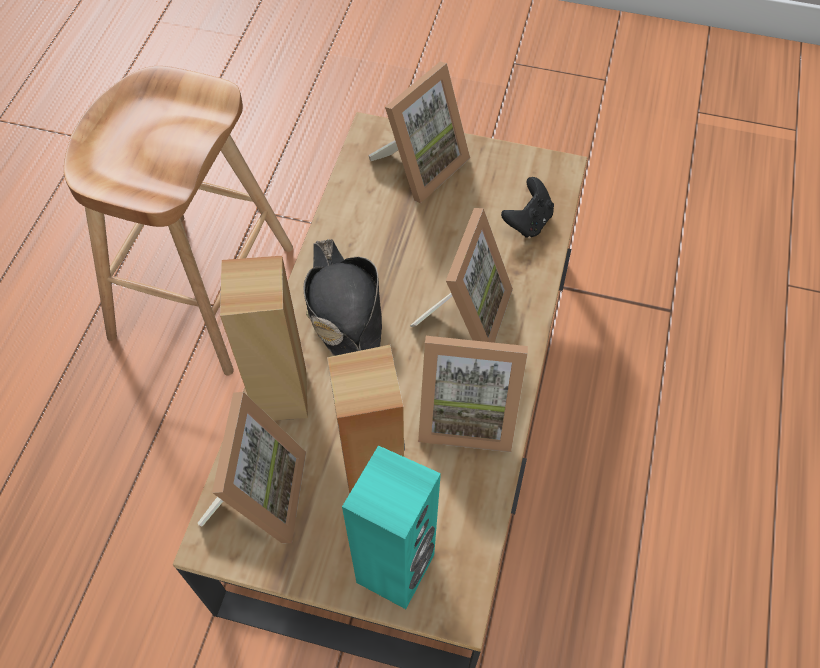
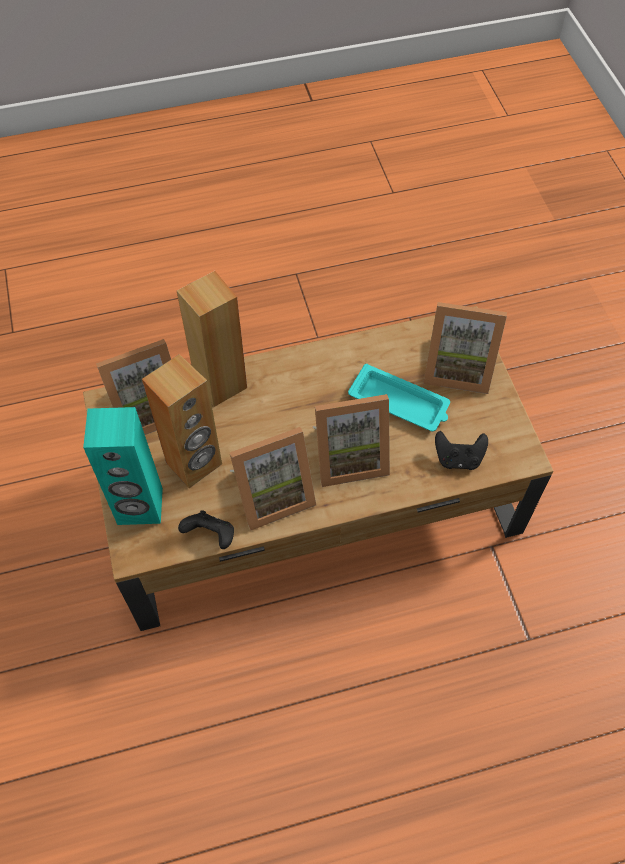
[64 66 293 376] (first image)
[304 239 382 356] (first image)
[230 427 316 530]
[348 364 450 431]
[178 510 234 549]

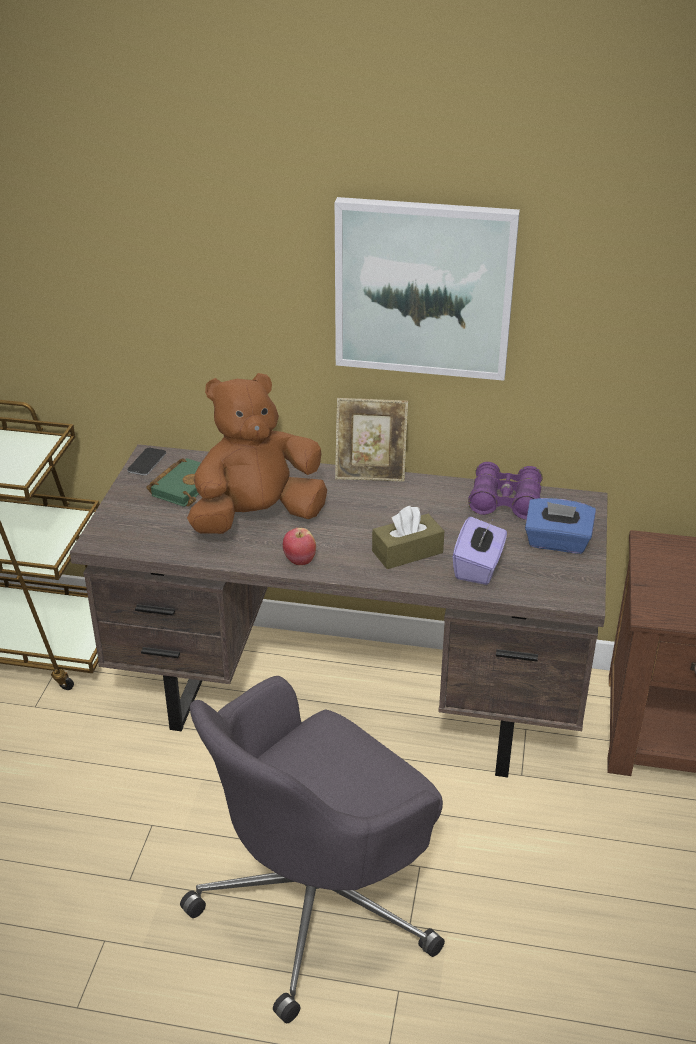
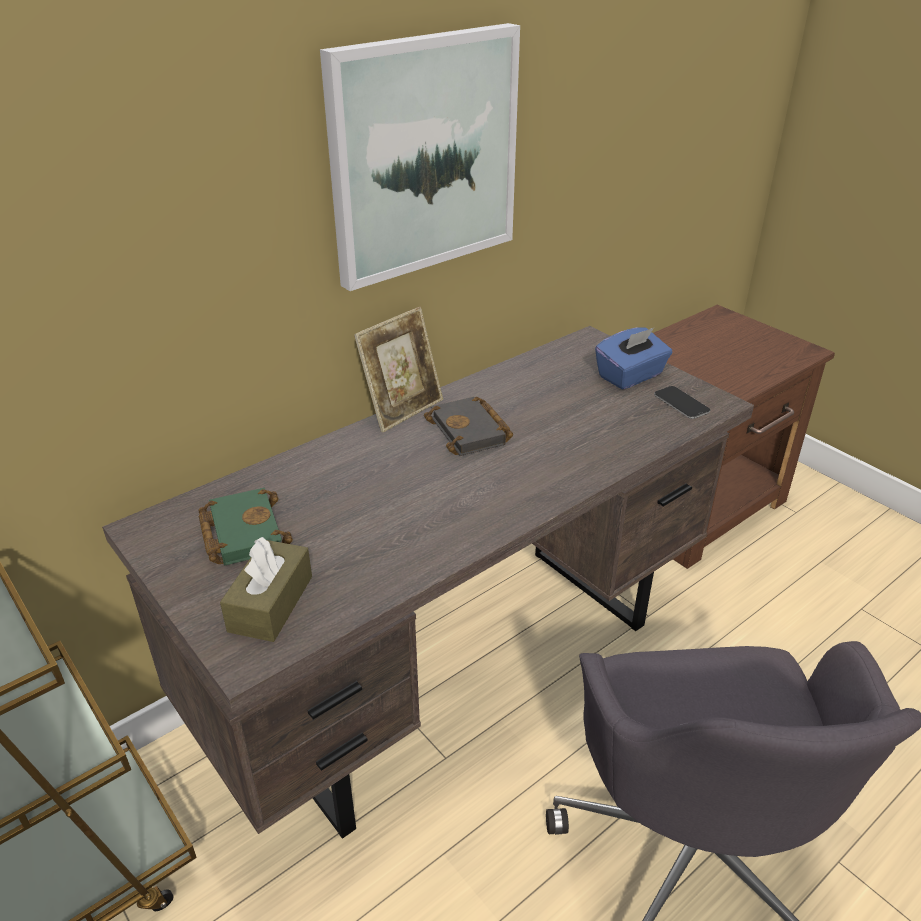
[187 373 327 534] (first image)
[654 386 710 419]
[468 462 543 520] (first image)
[220 537 312 642]
[453 517 507 585] (first image)
[283 528 316 565] (first image)
[424 397 513 456]

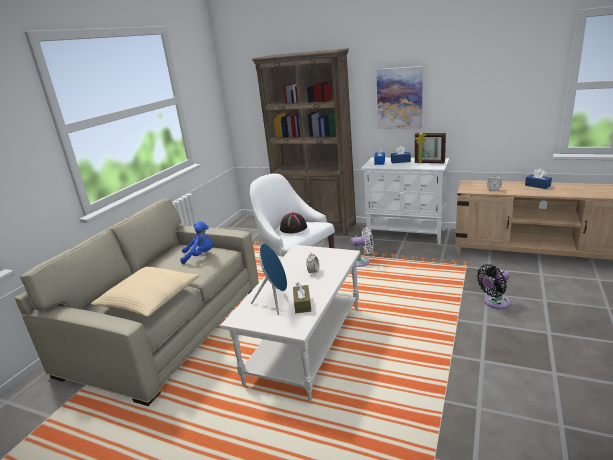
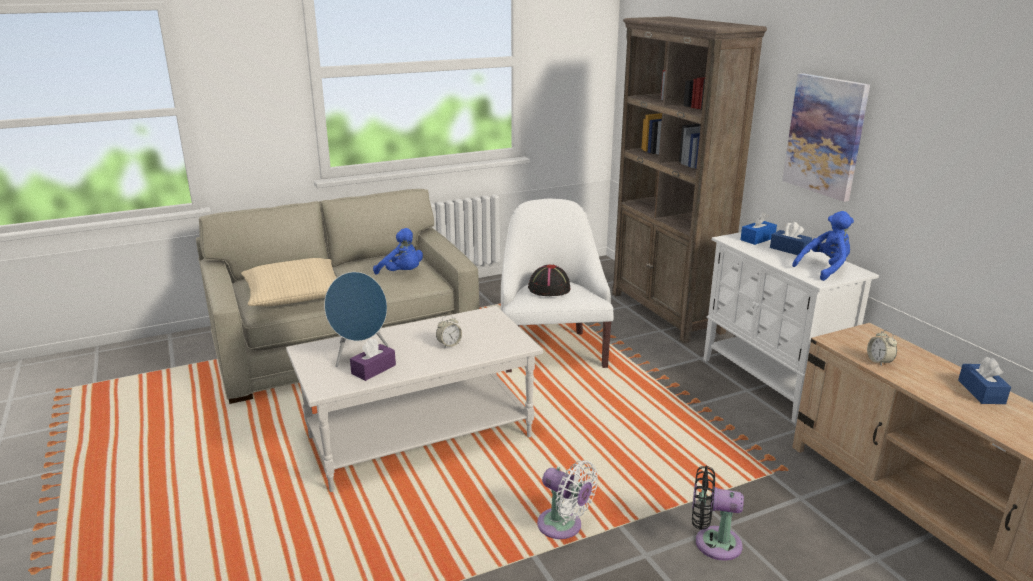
[792 211 854 281]
[537 460 598 539]
[350 338 396 381]

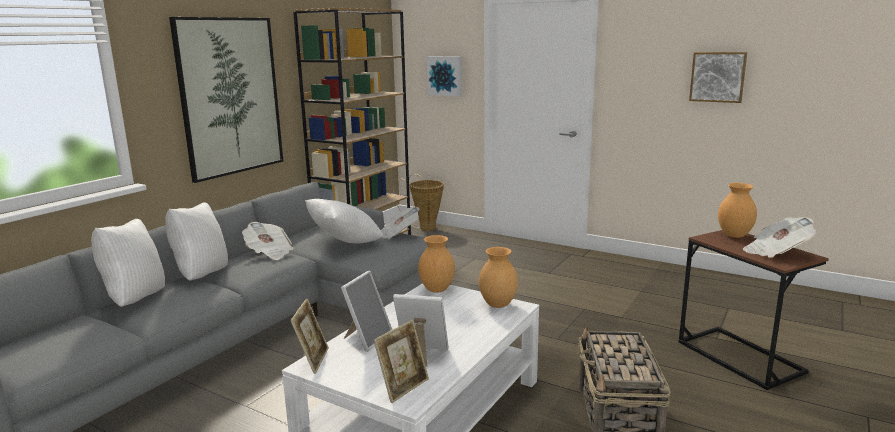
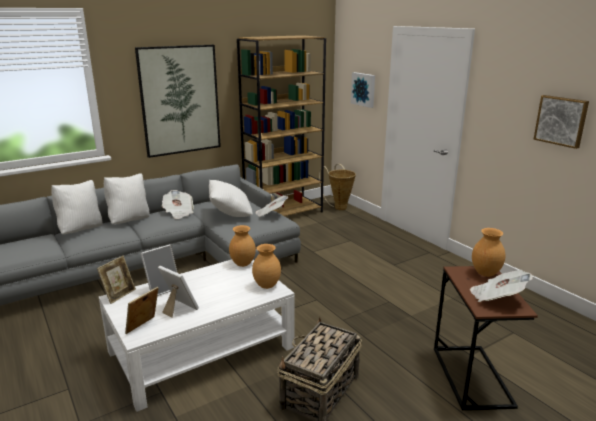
[125 287 159 334]

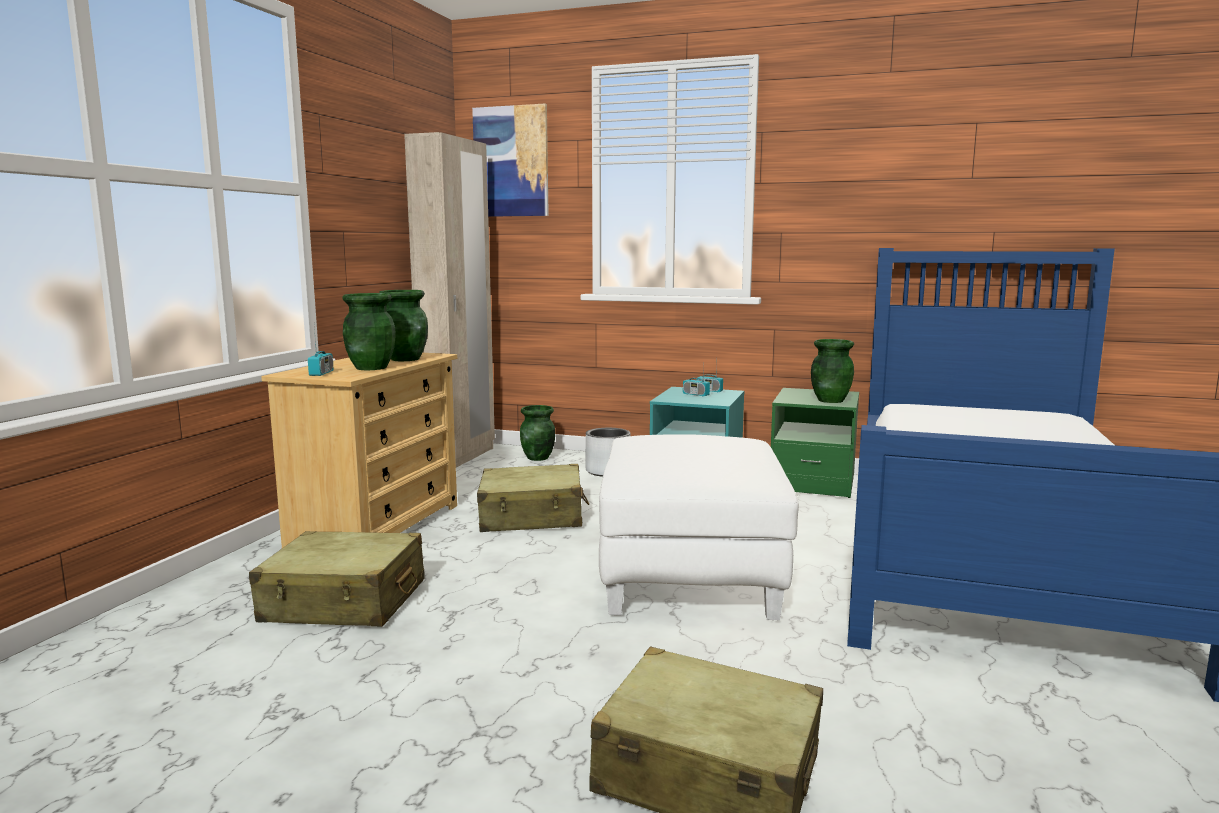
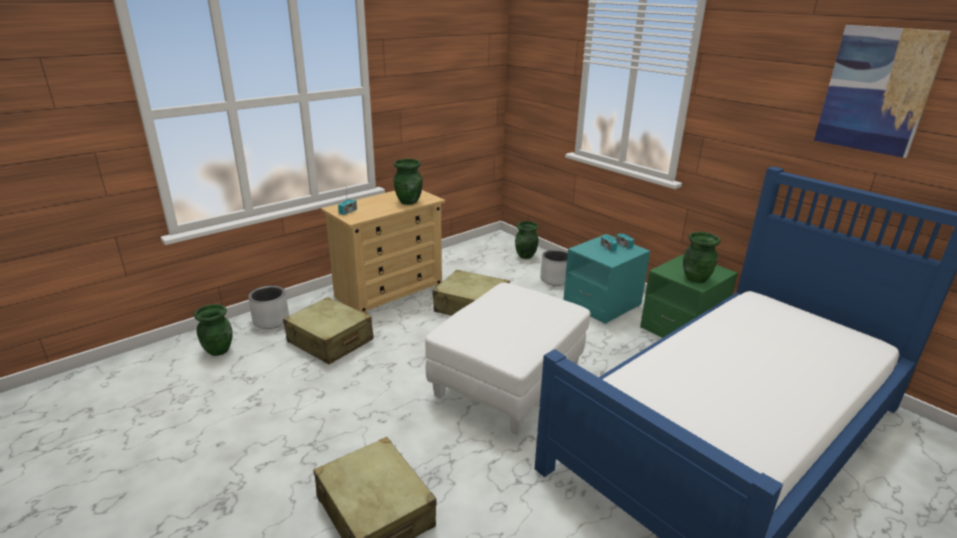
[814 25 951 158]
[404 132 495 468] (first image)
[194 304 232 356]
[248 286 289 329]

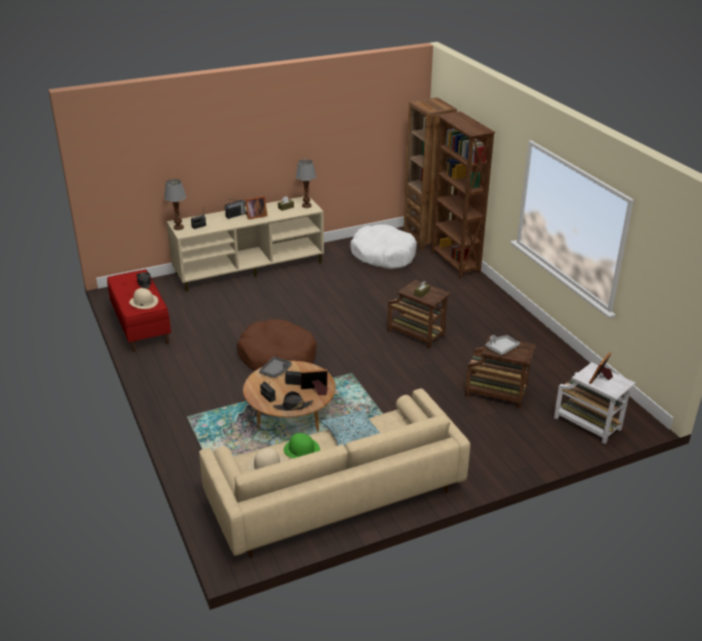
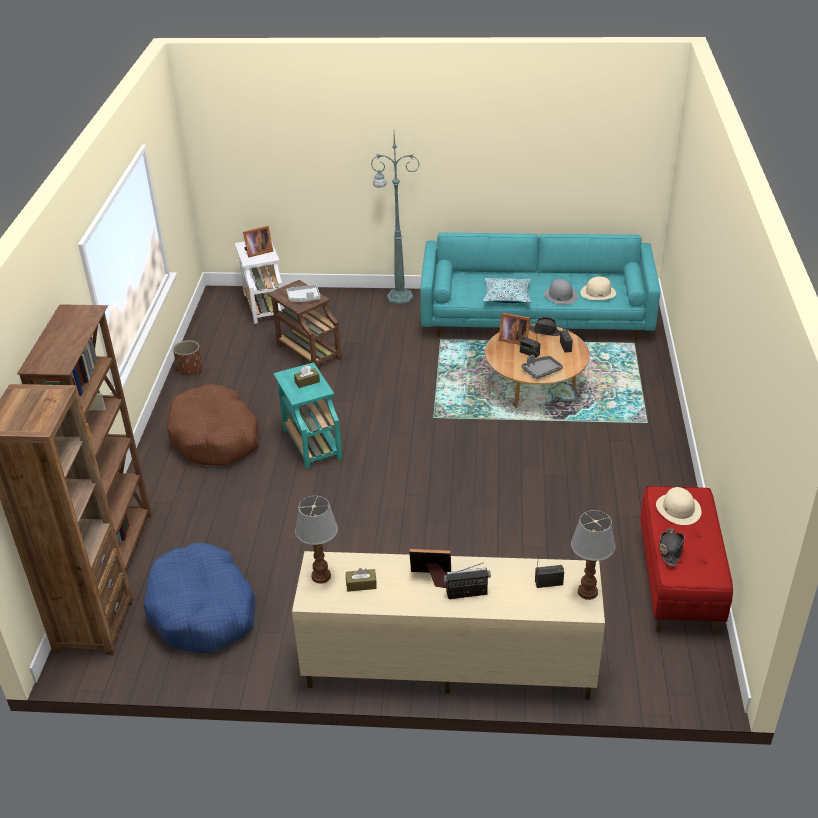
[144 542 255 653]
[273 362 342 469]
[167 384 259 466]
[420 233 660 341]
[544 279 578 305]
[371 134 420 304]
[173 340 202 377]

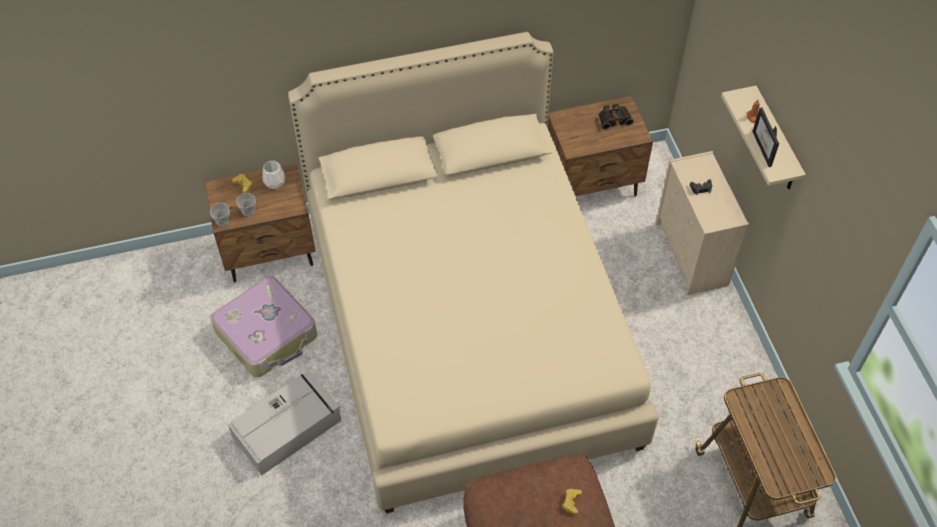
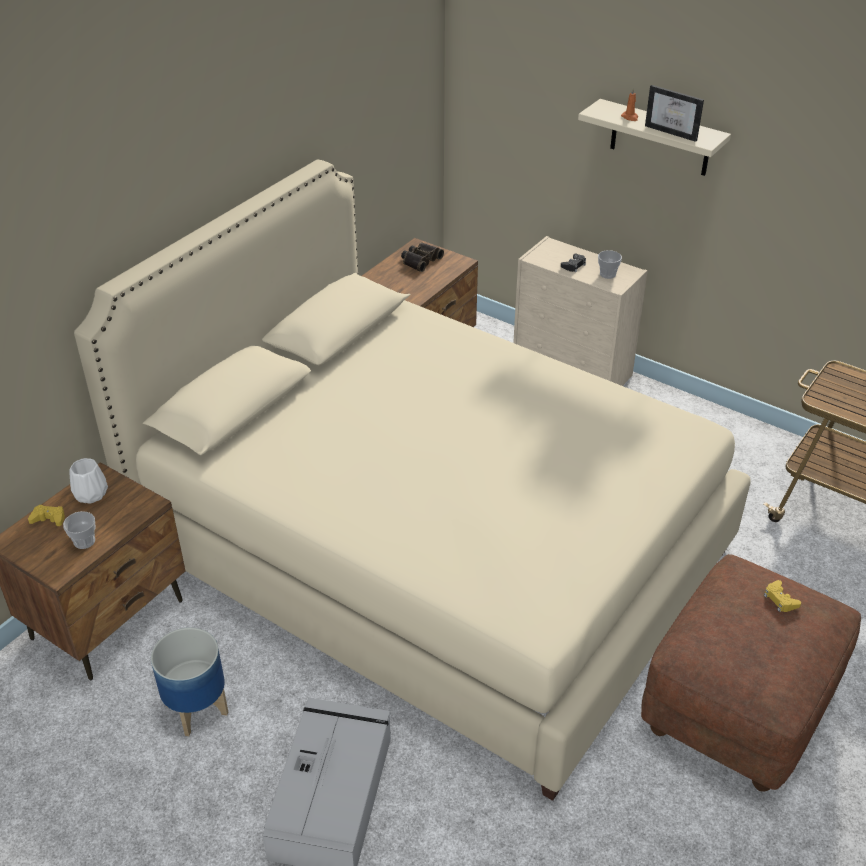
[598 250 622 279]
[151 627 228 736]

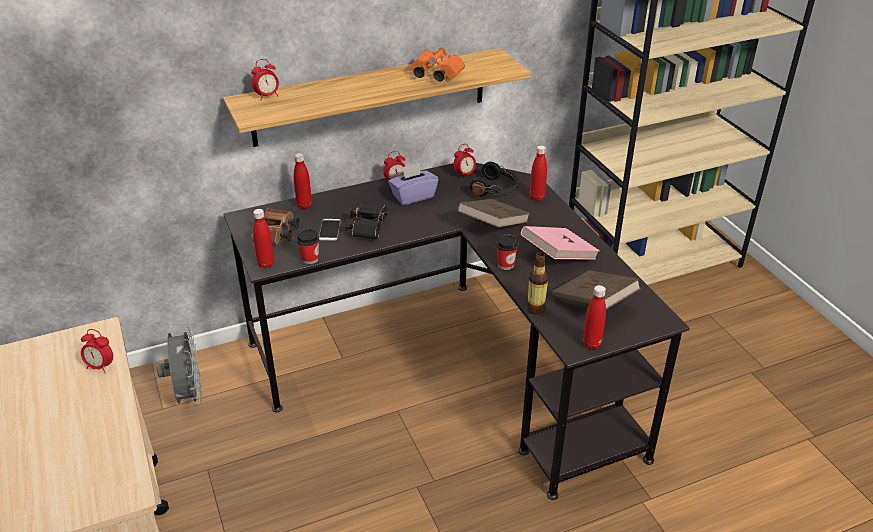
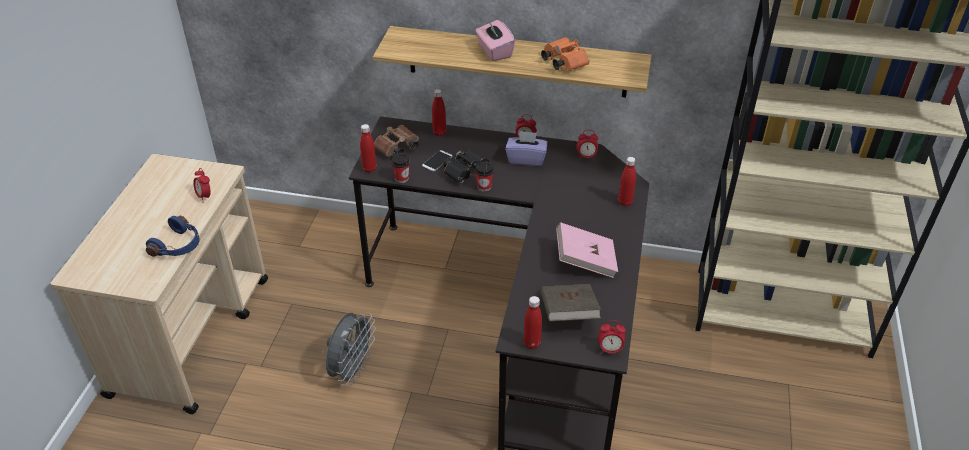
[598 320 626 355]
[470 162 518 196] (first image)
[458 199 530 228] (first image)
[475 162 494 192]
[526 252 548 315] (first image)
[326 313 376 386]
[475 20 515 61]
[146 216 200 257]

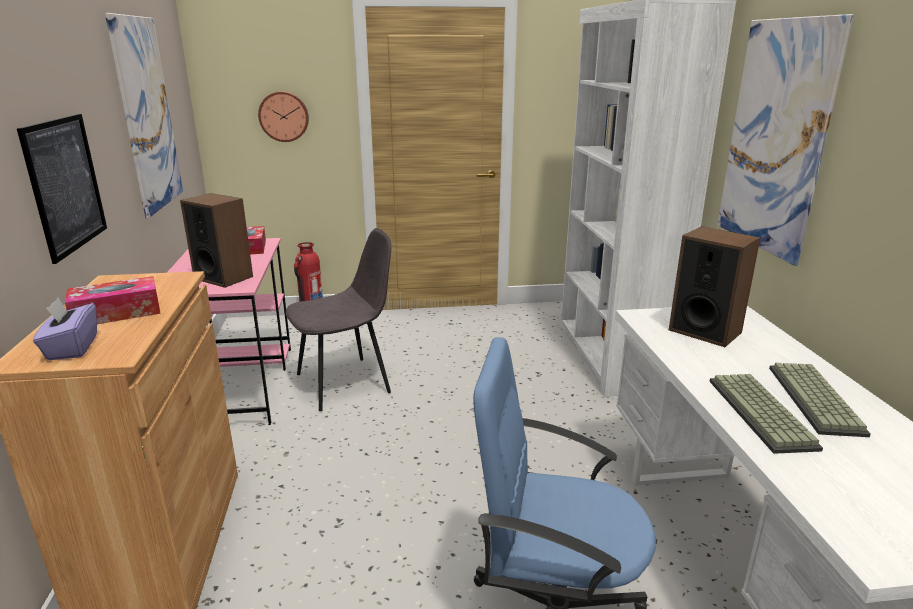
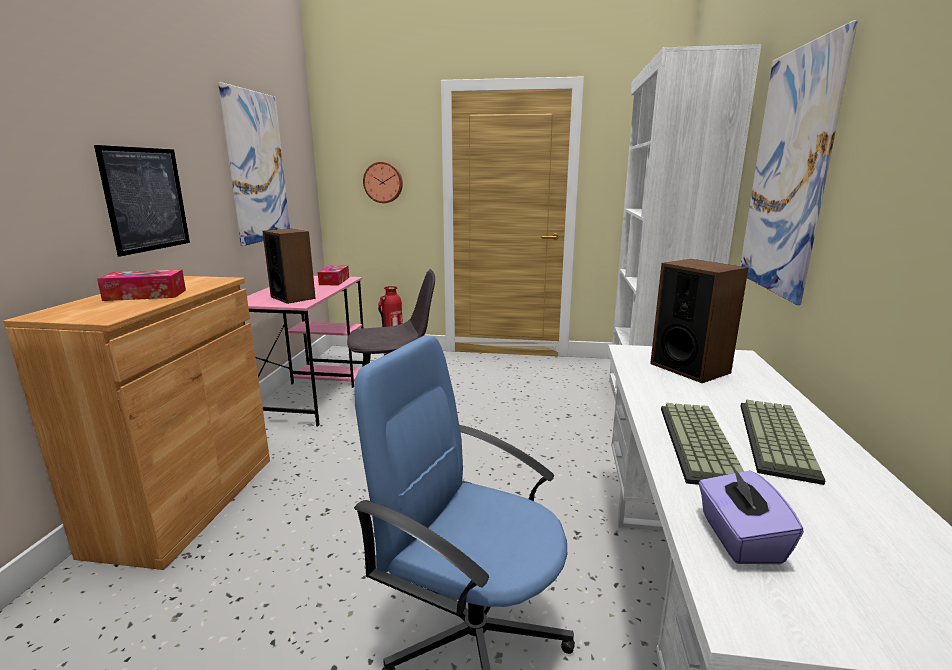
[699 465 804 564]

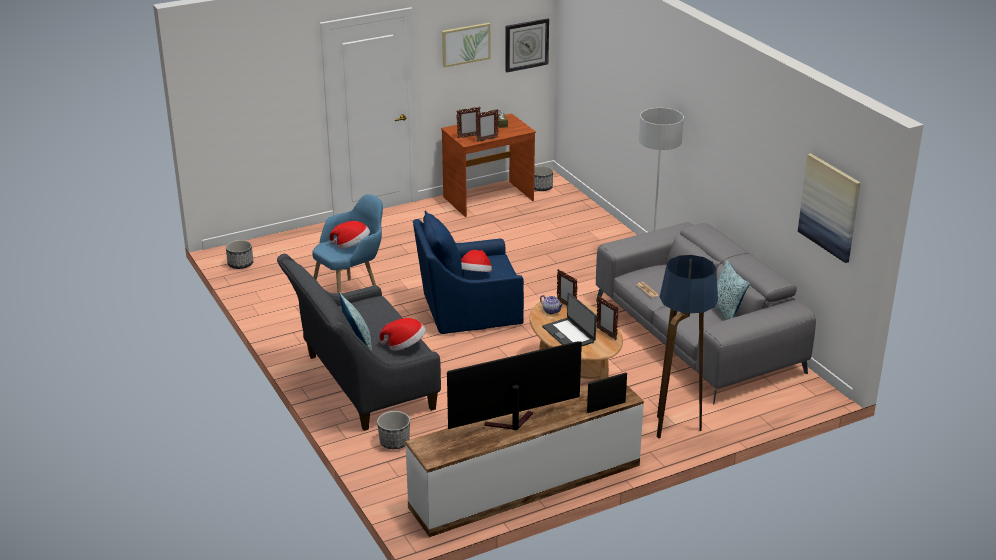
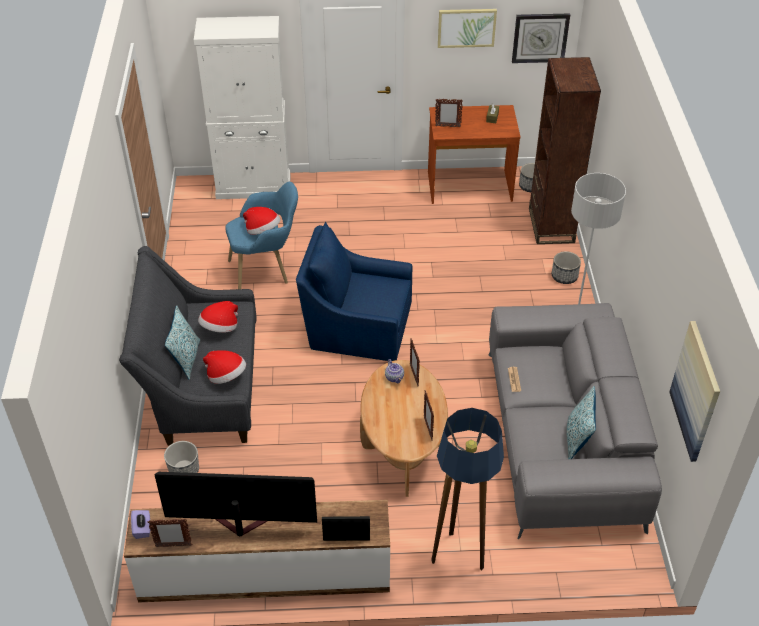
[148 518 192 547]
[552 251 581 284]
[198 301 238 333]
[542 293 597 346] (first image)
[194 16 290 199]
[529 57 601 244]
[131 510 150 539]

